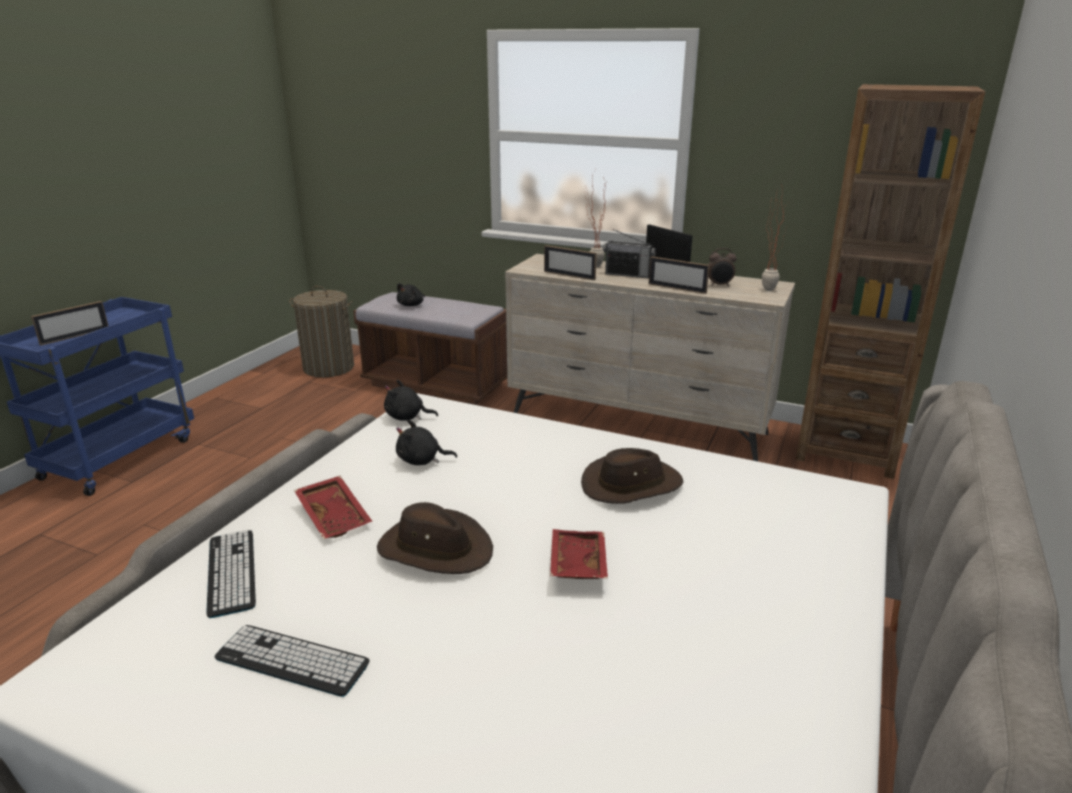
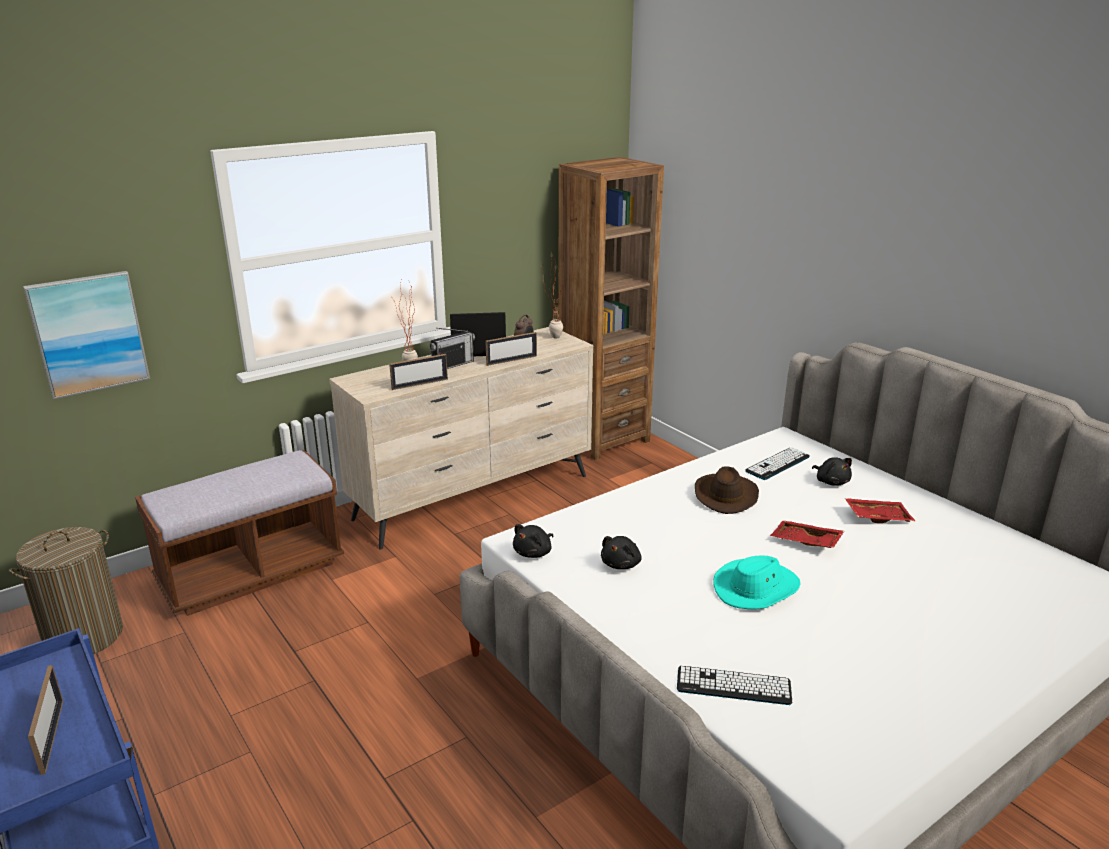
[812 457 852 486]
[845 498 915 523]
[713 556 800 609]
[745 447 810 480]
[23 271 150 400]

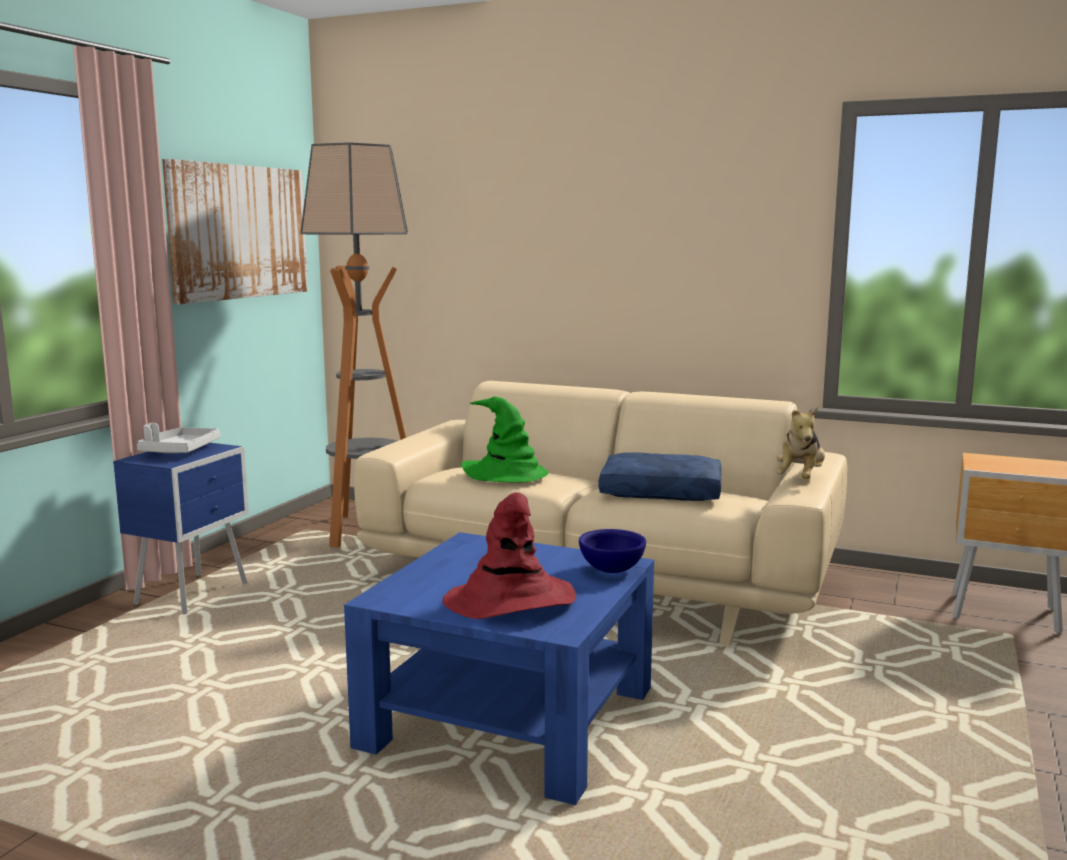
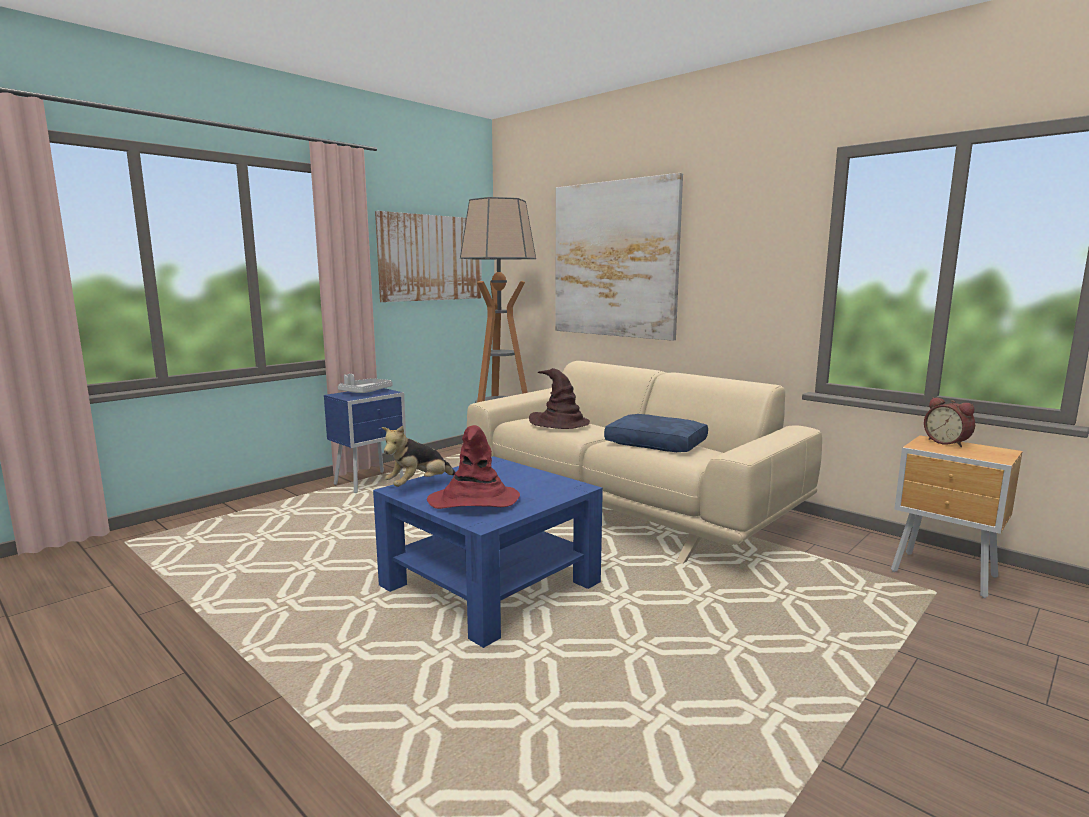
[529 368 590 429]
[382 426 456 487]
[579 529 646 573] (first image)
[555 173 683 341]
[924 397 975 447]

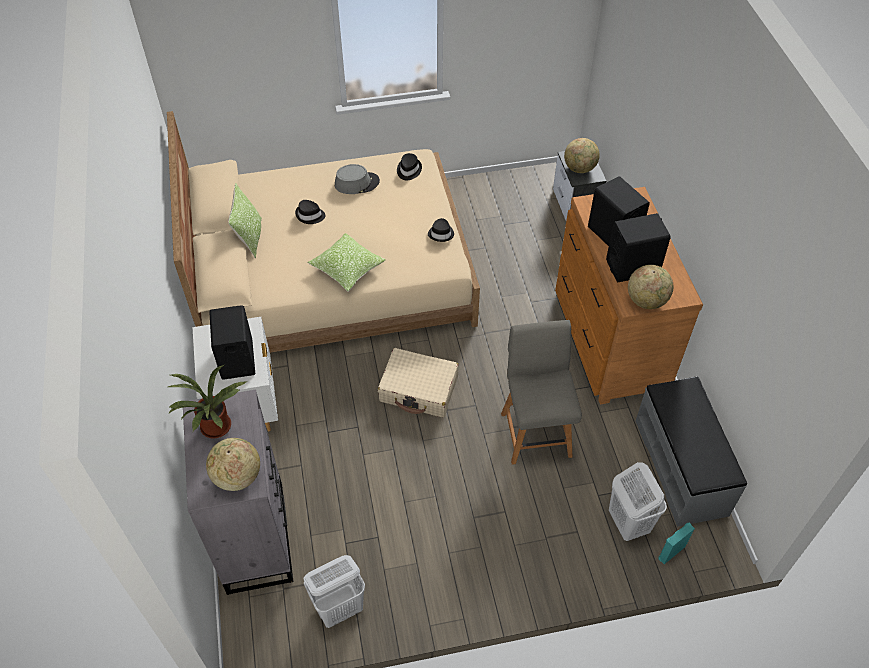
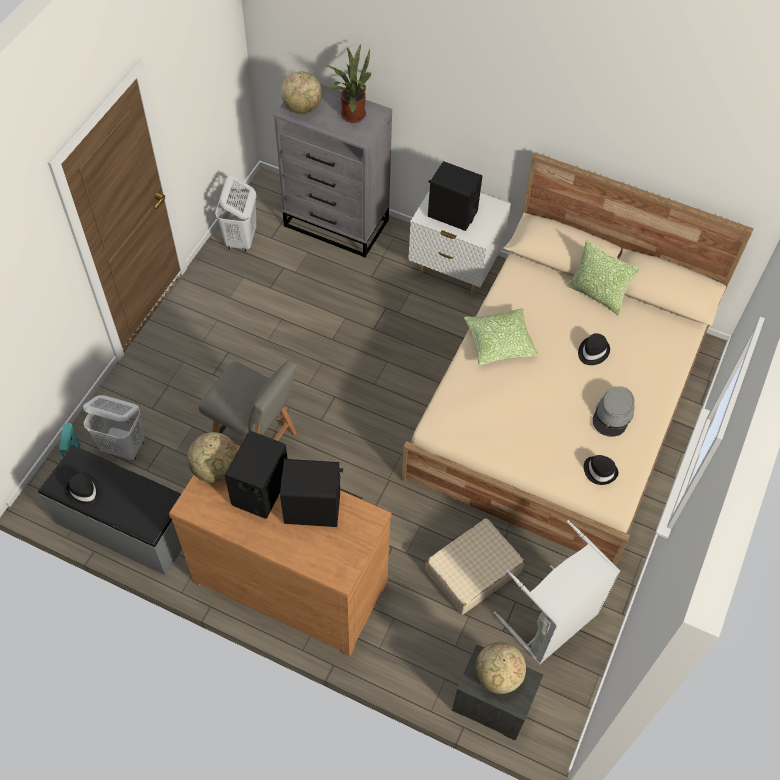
[66 473 101 507]
[425 518 525 615]
[494 520 620 664]

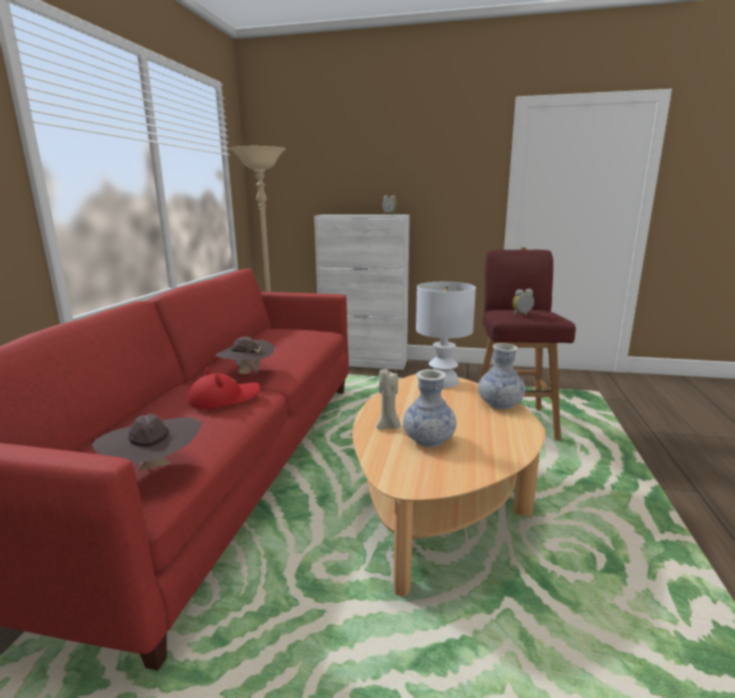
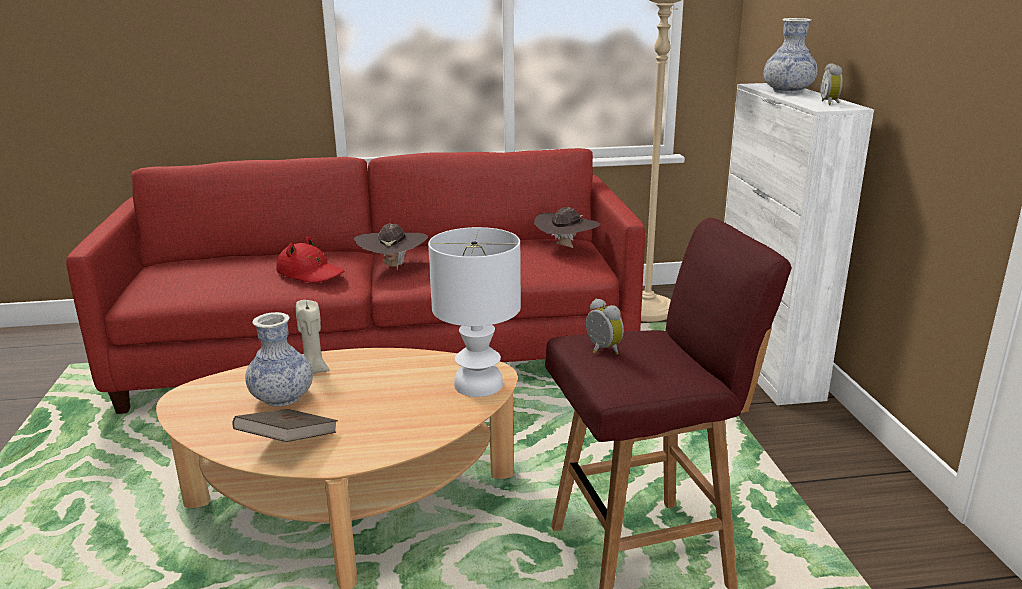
[764 18 818 94]
[534 207 600 248]
[232 409 338 442]

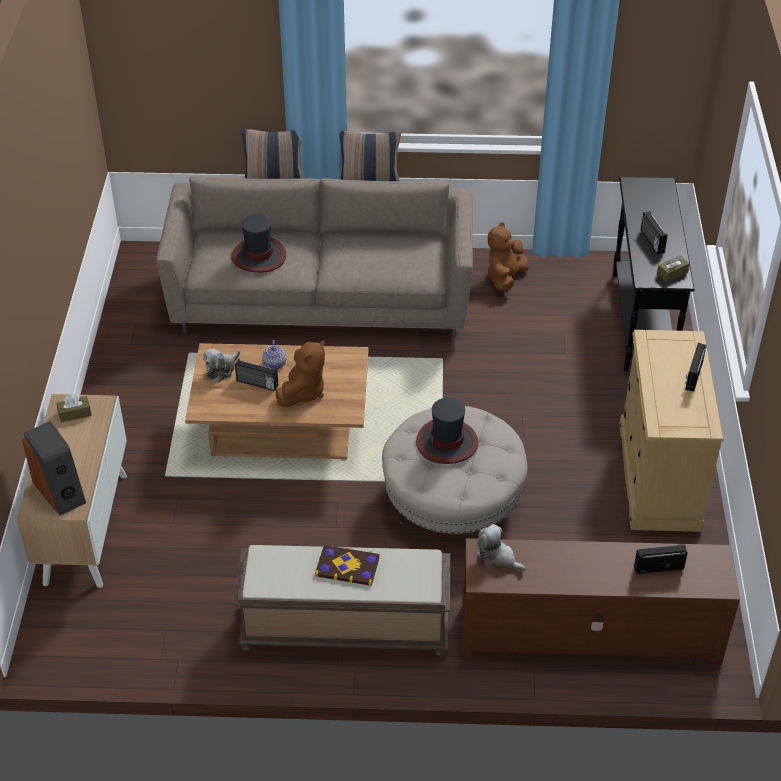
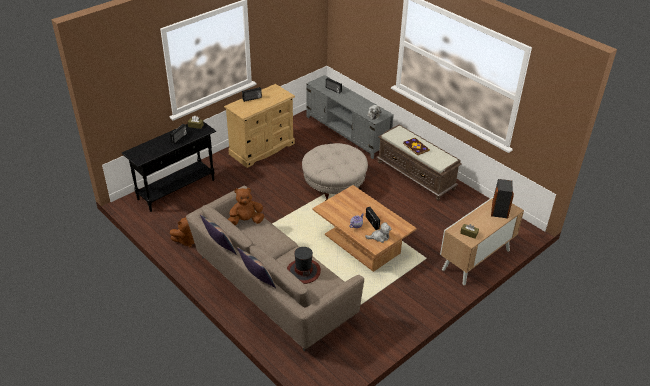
[228 188 264 225]
[416 398 478 464] (first image)
[306 75 394 159]

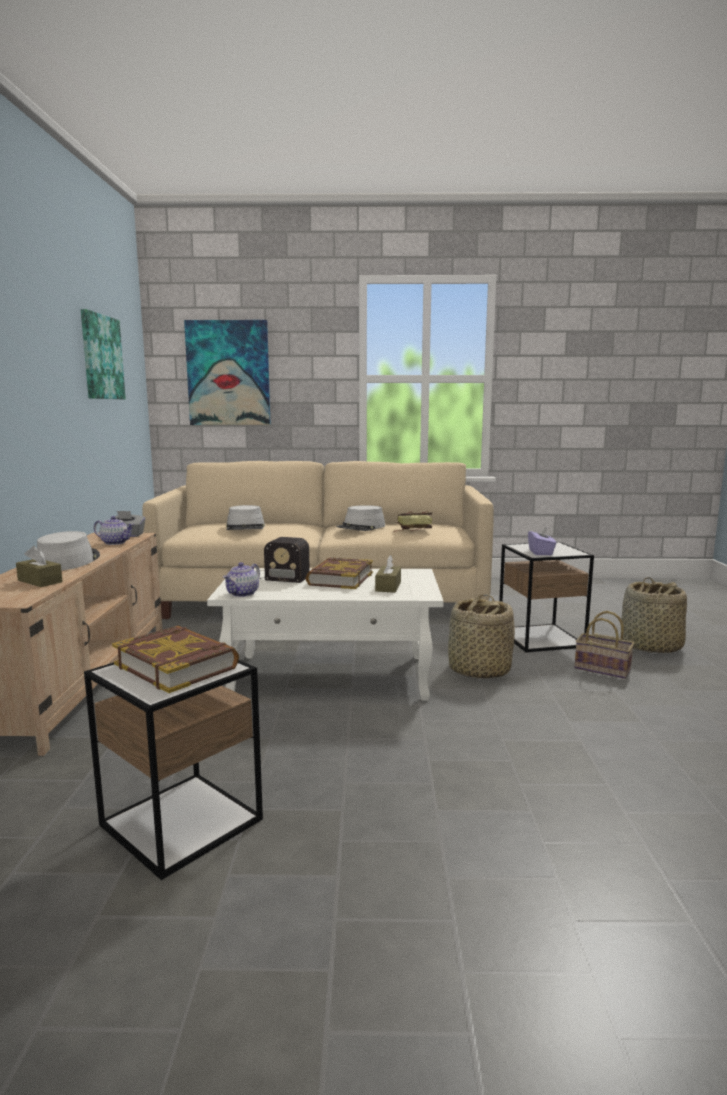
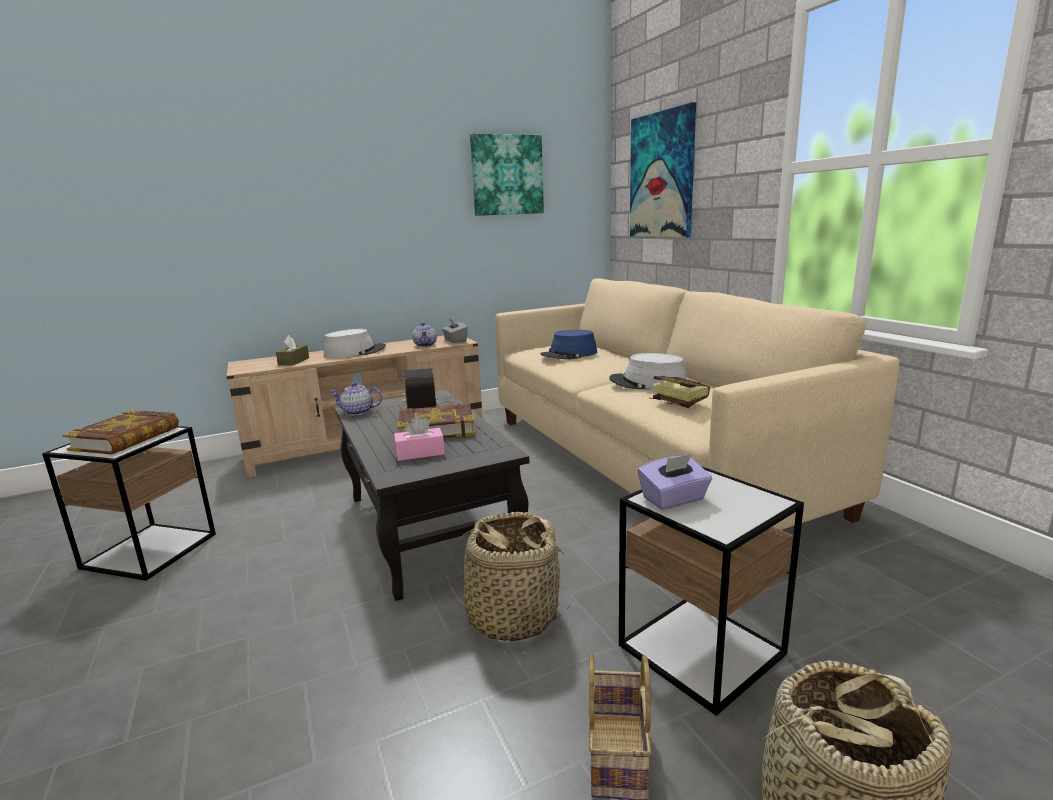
[540 330 597 360]
[394 416 445 461]
[335 390 530 601]

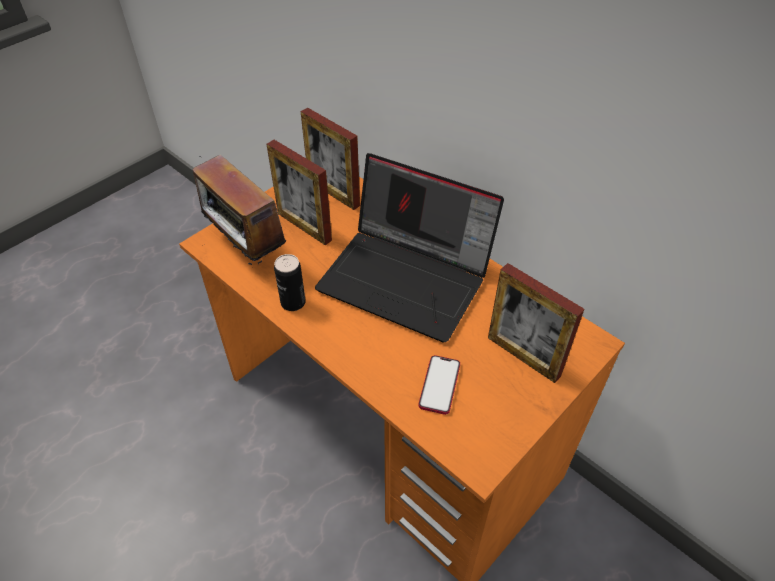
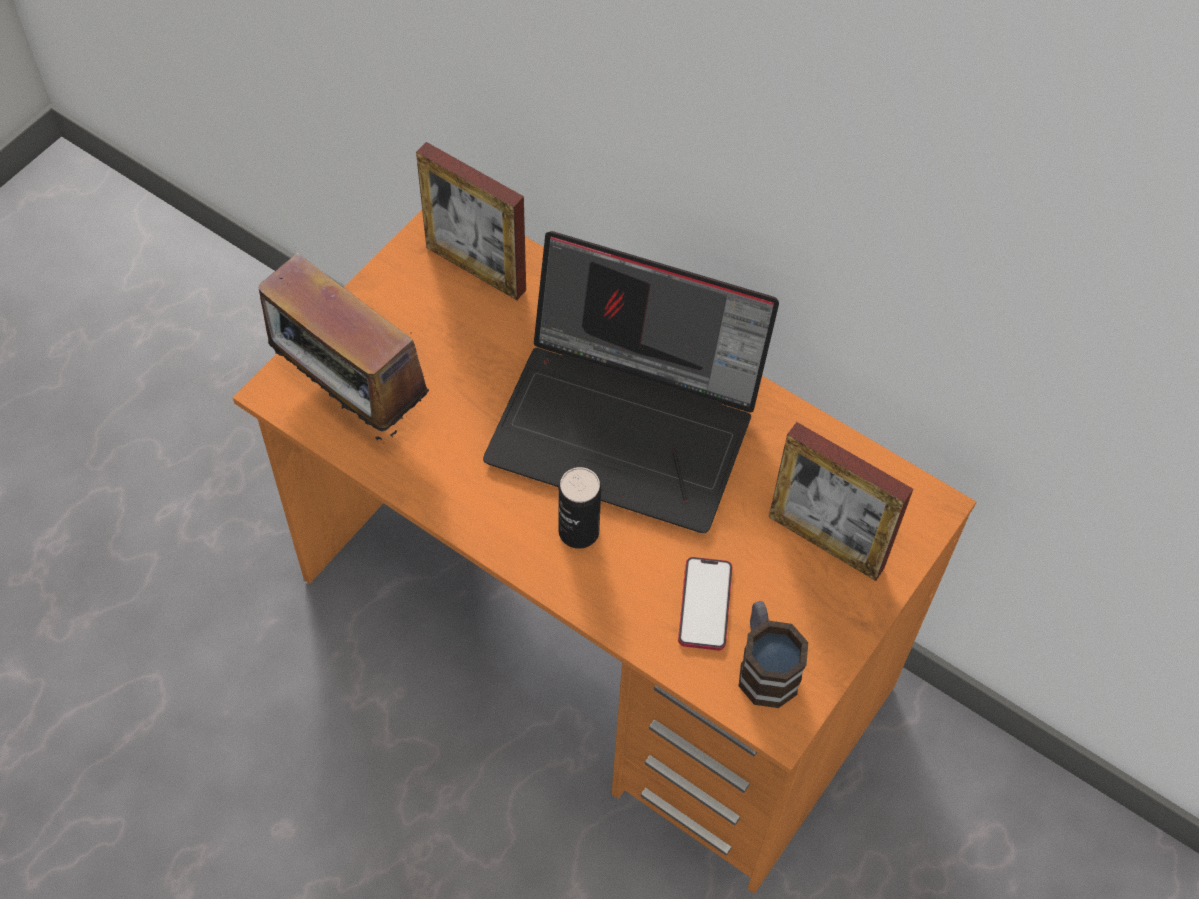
[267 140 332 245] (first image)
[558 467 601 549]
[739 601 808 708]

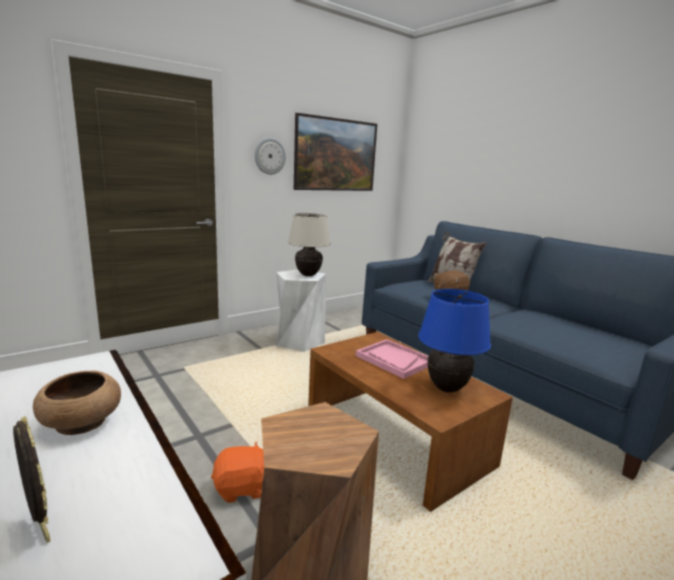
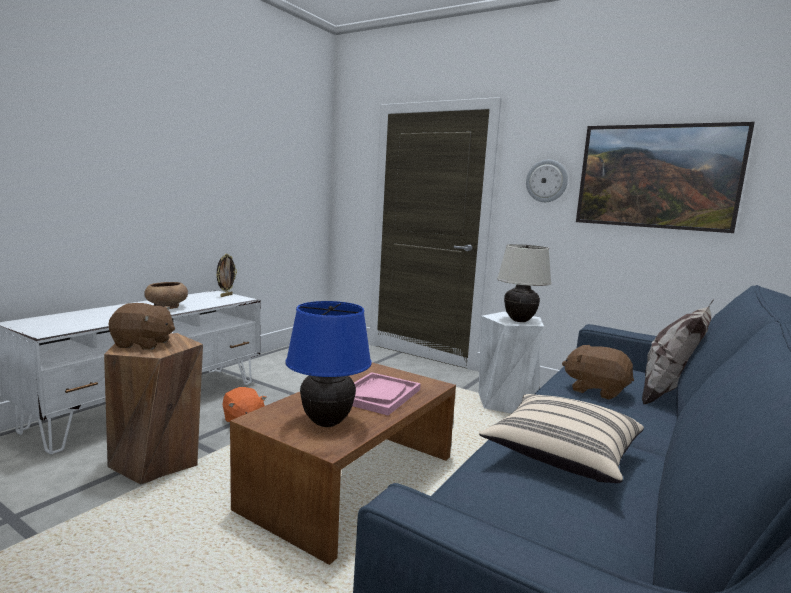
[216 254 237 297]
[109 303 175 350]
[479 394 644 483]

